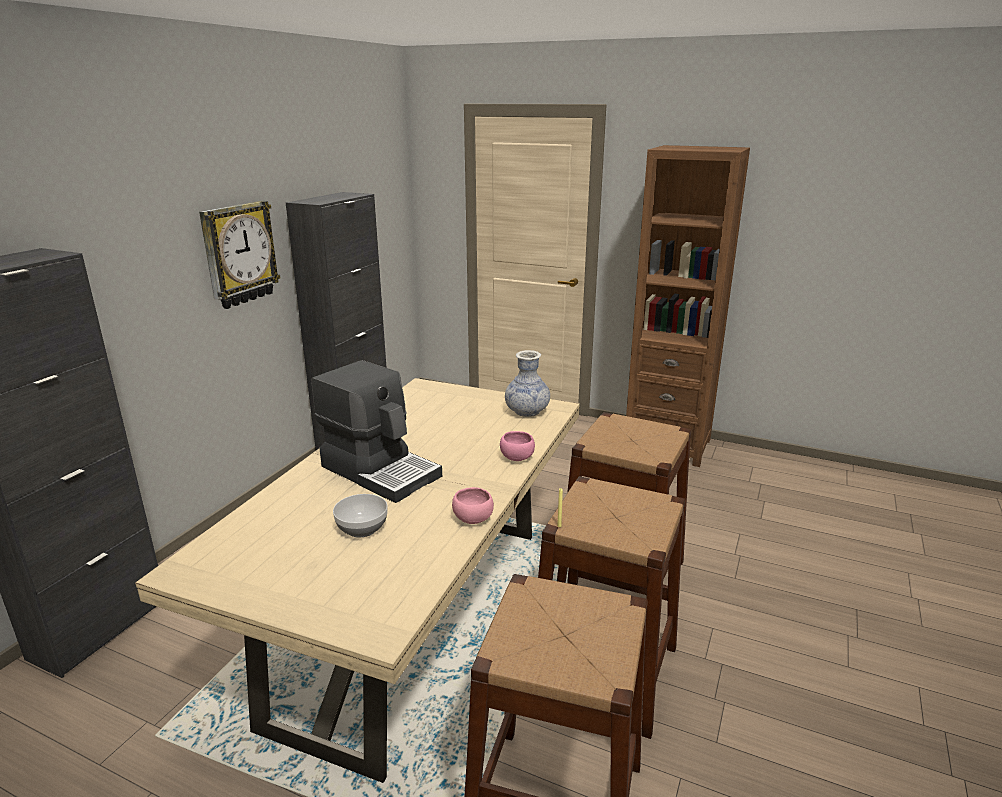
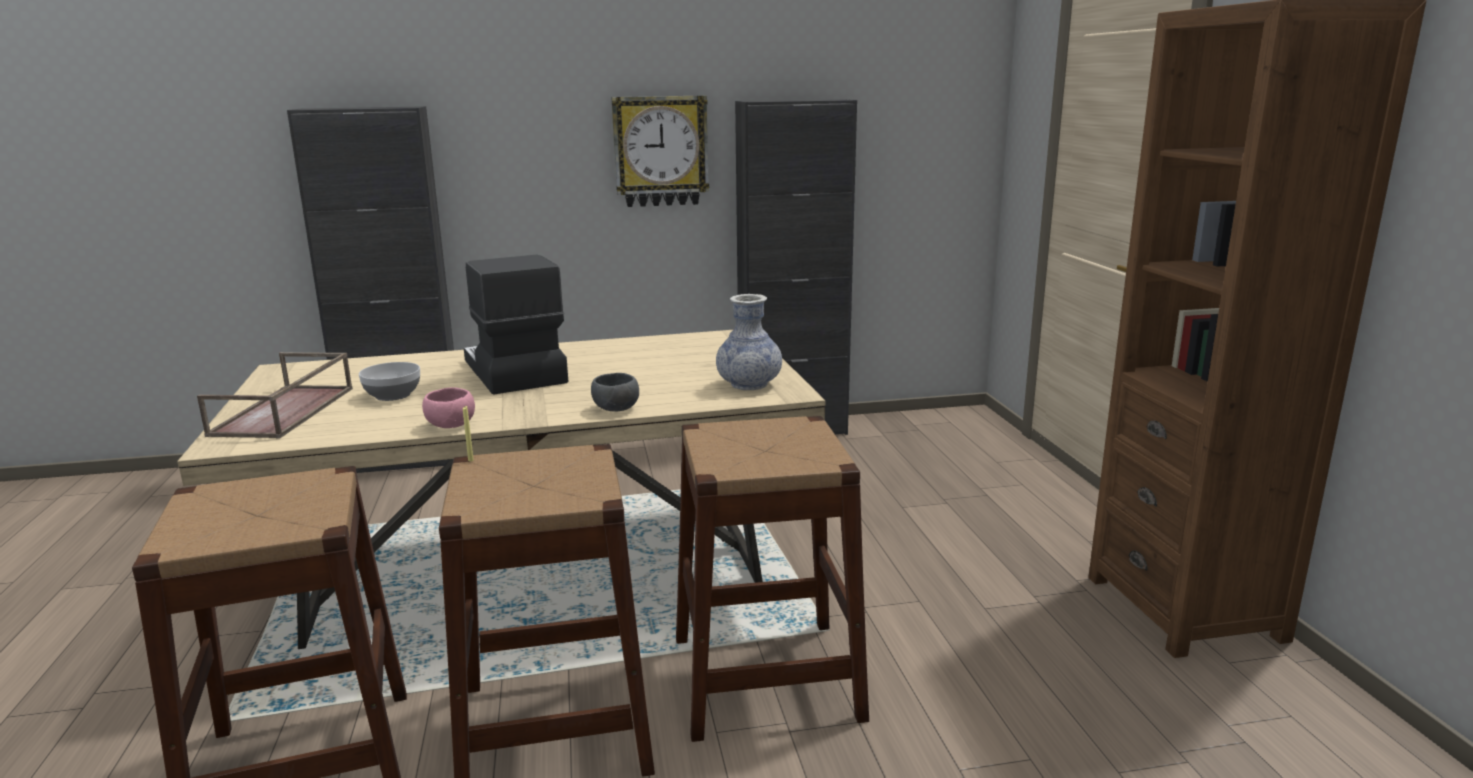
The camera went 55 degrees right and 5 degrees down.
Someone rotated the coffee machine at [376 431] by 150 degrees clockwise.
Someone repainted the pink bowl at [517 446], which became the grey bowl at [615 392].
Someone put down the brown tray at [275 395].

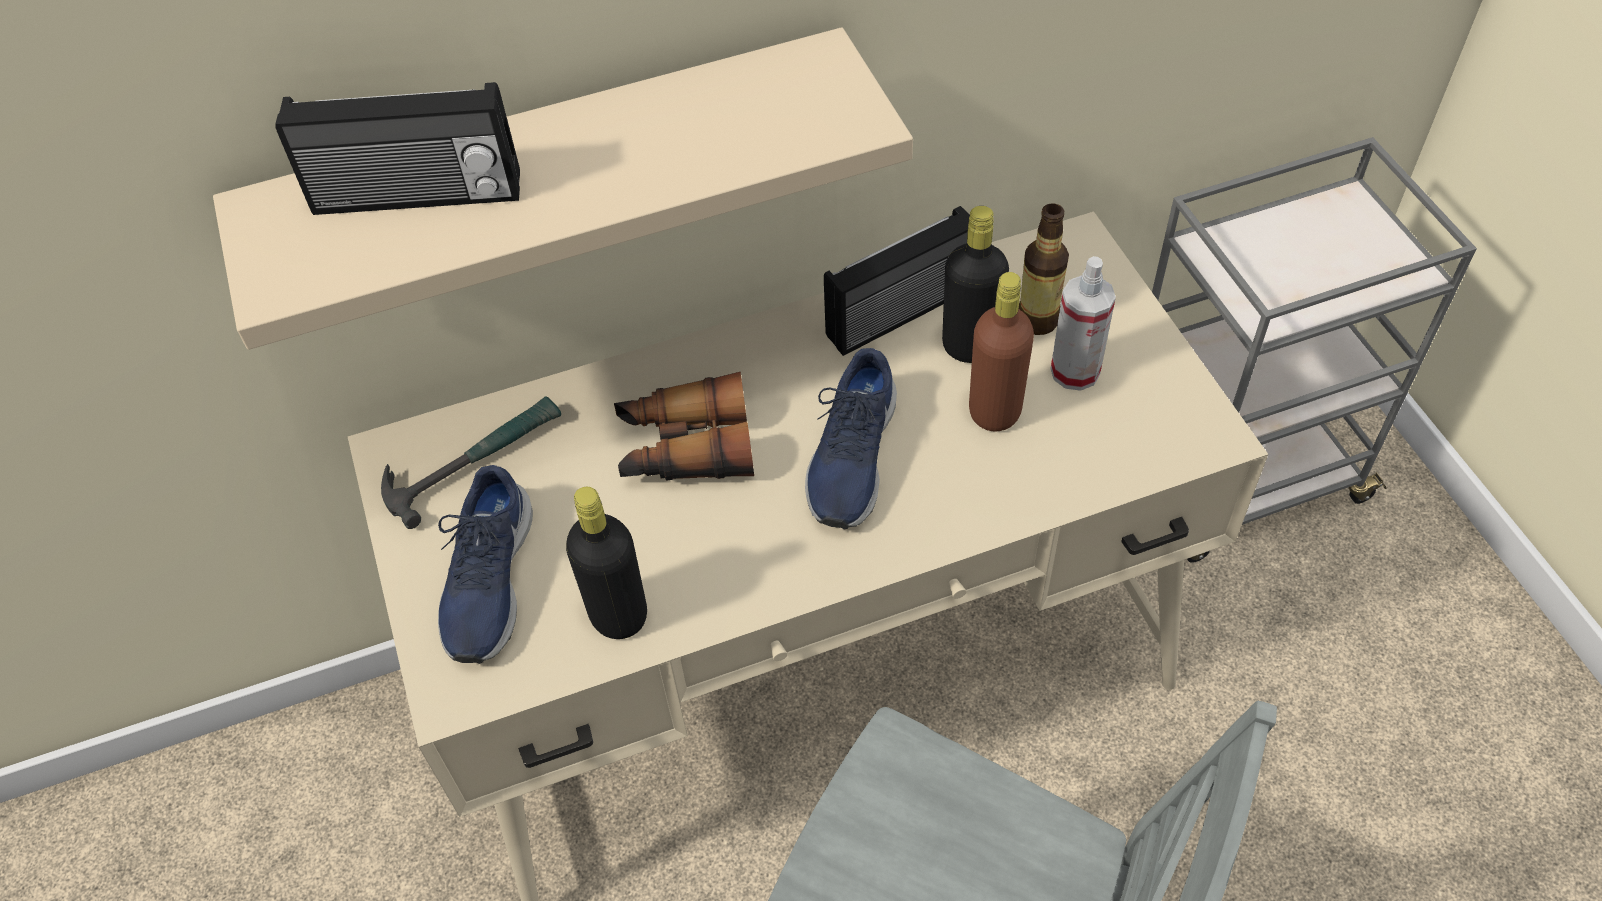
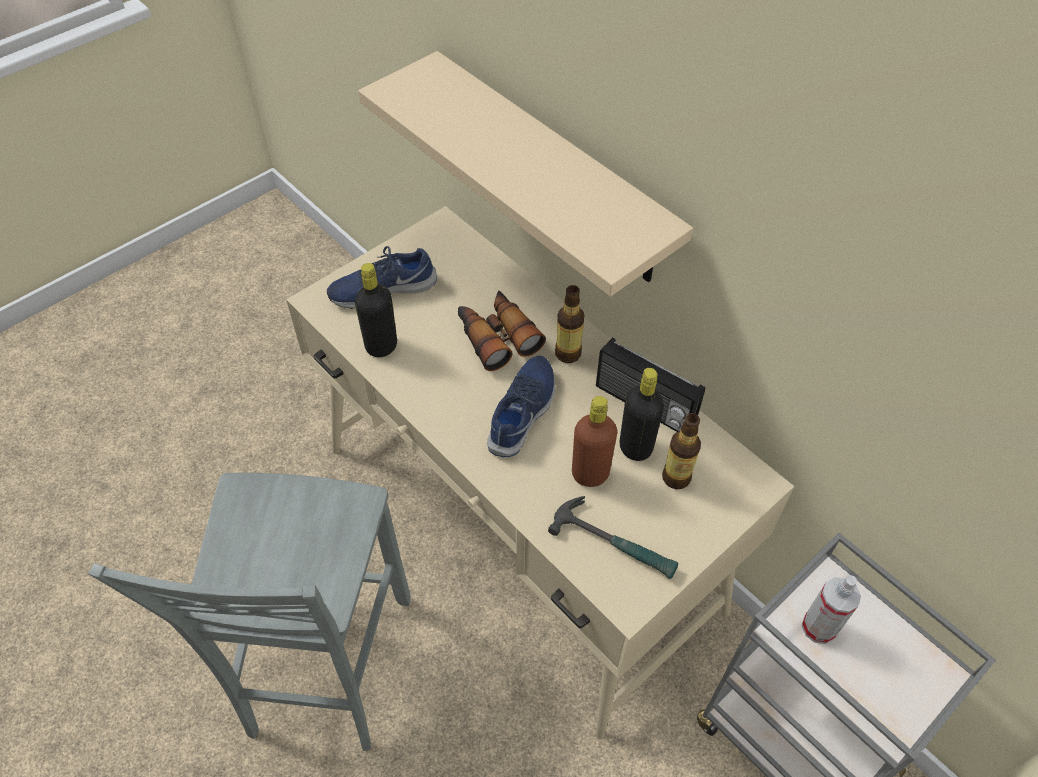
The camera went 65 degrees right and 0 degrees up.
Someone took away the radio at [397 148].
Someone carried the hammer from [471 462] to [613 537].
Someone rotated the blue shoe at [851 438] by 120 degrees clockwise.
Someone carried the spray bottle from [1083 323] to [831 609].
Someone put down the bottle at [570 324].

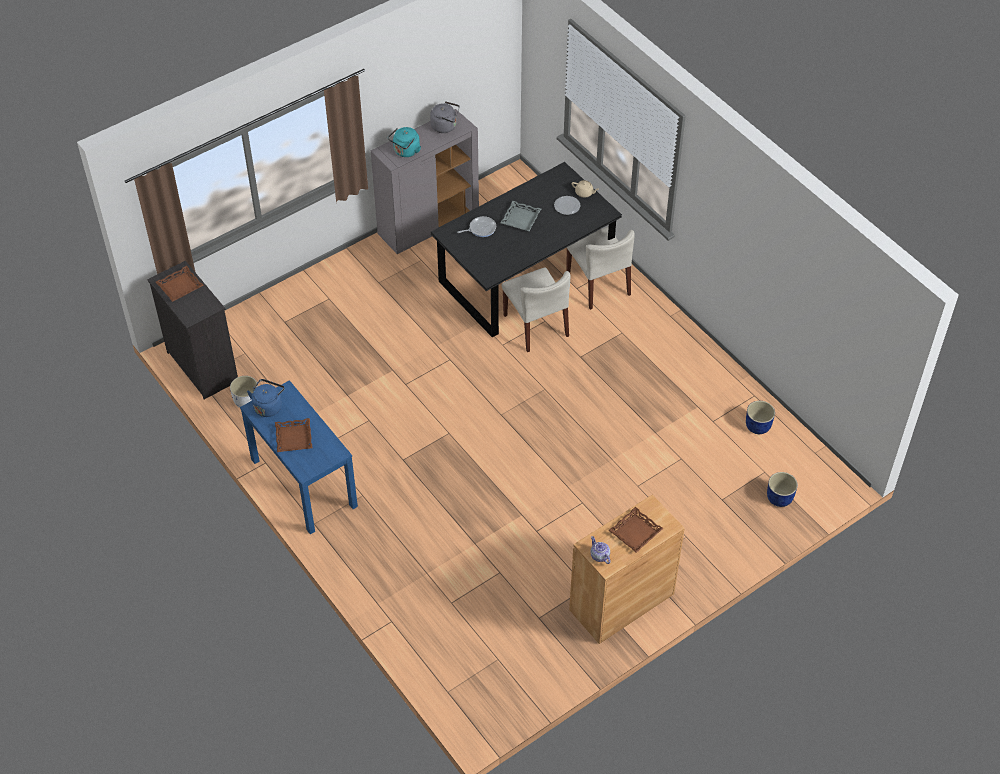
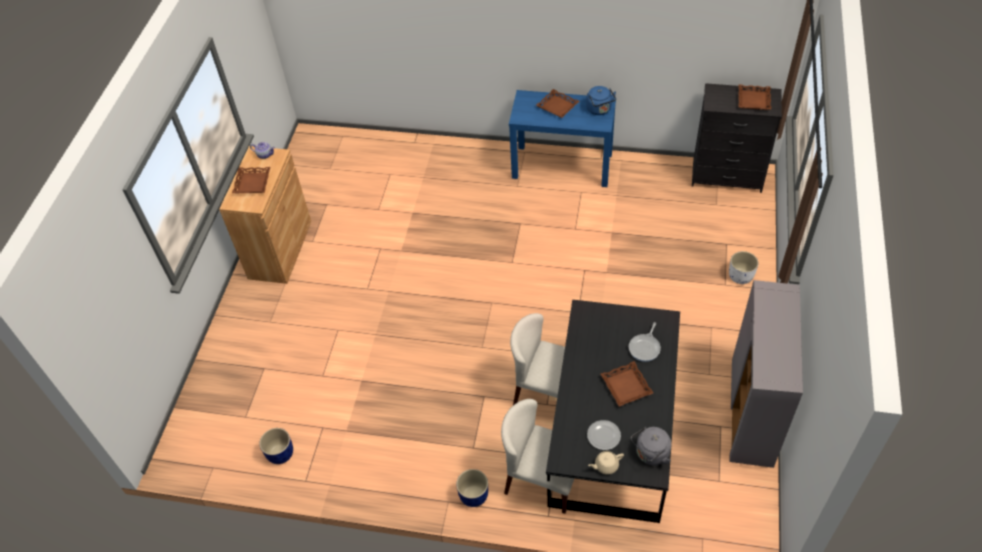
The camera went 140 degrees right and 0 degrees up.
Someone carried the white planter from [244 392] to [744 267].
Someone took away the turquoise kettle at [404 142].
Someone carried the grey kettle from [445 117] to [651 446].
Someone repainted the grey tray at [520 216], which became the brown tray at [627 384].
Someone carried the blue planter from [782 489] to [472 488].

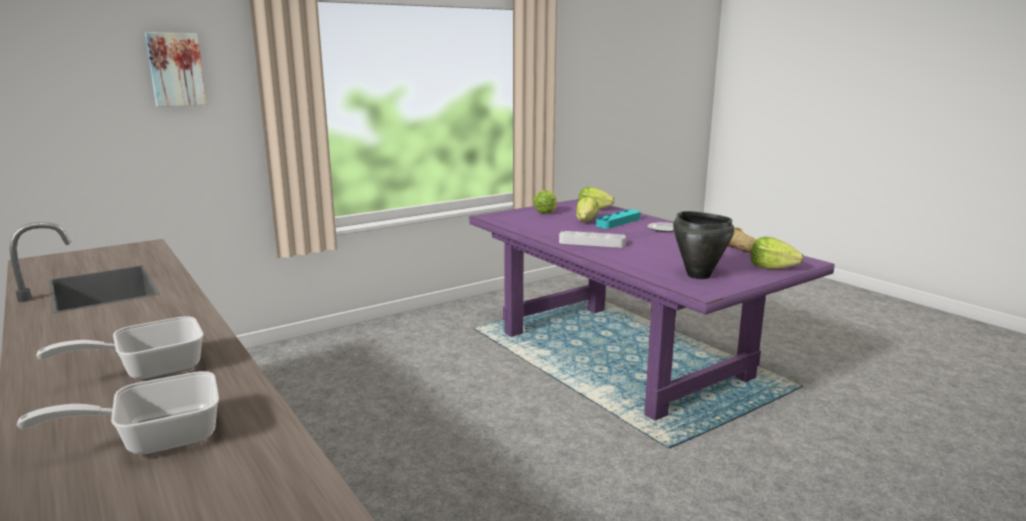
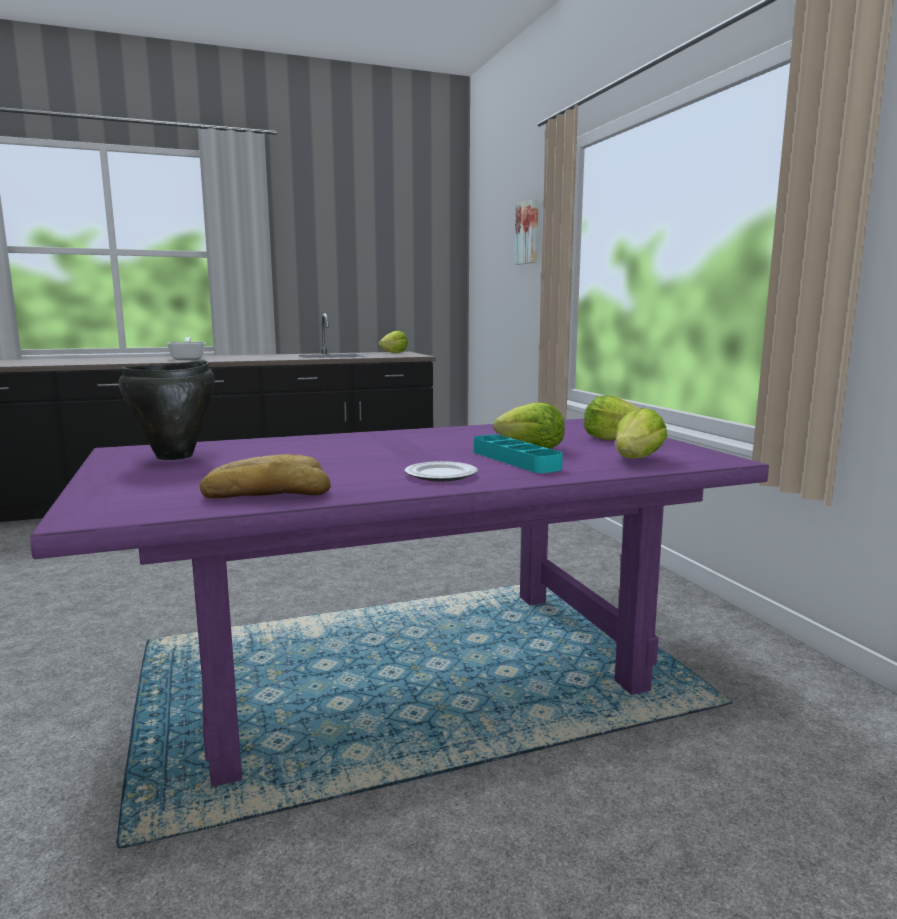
The camera went 105 degrees right and 5 degrees down.
Someone took away the frying pan at [118 413].
Someone took away the grey tray at [592 239].
Someone carried the lettuce from [777 253] to [393 342].

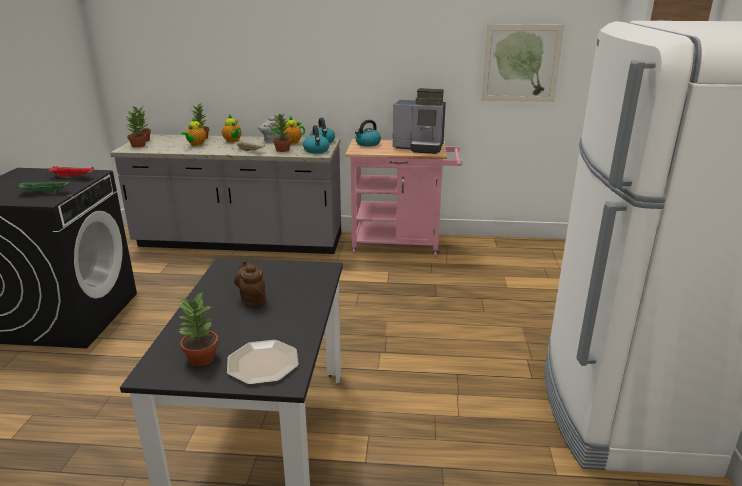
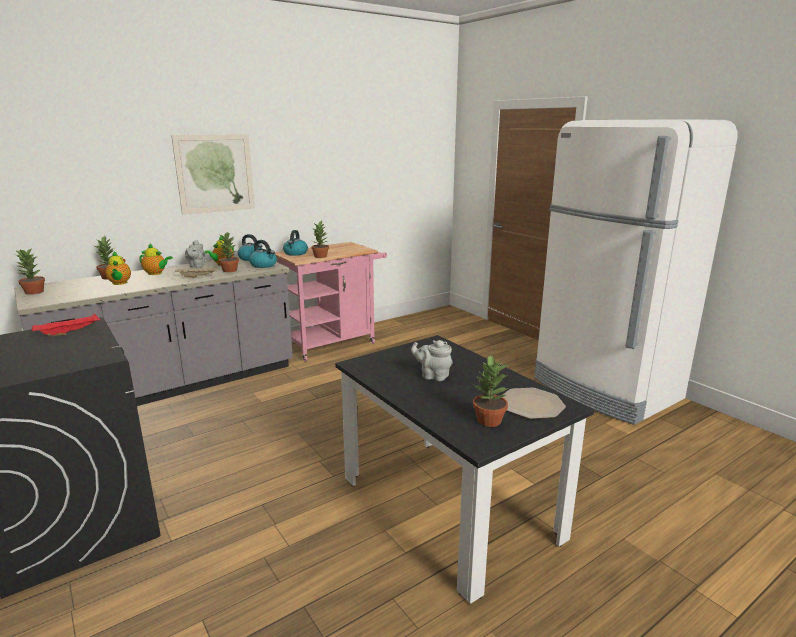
The camera went 40 degrees left and 5 degrees down.
Someone took away the green tray at [43 187].
Someone carried the potted plant from [136 129] to [320 239].
Someone repainted the brown teapot at [250 283], which became the grey teapot at [432 360].
Someone took away the coffee machine at [419 121].
Someone carried the picture from [522 63] to [213 174].

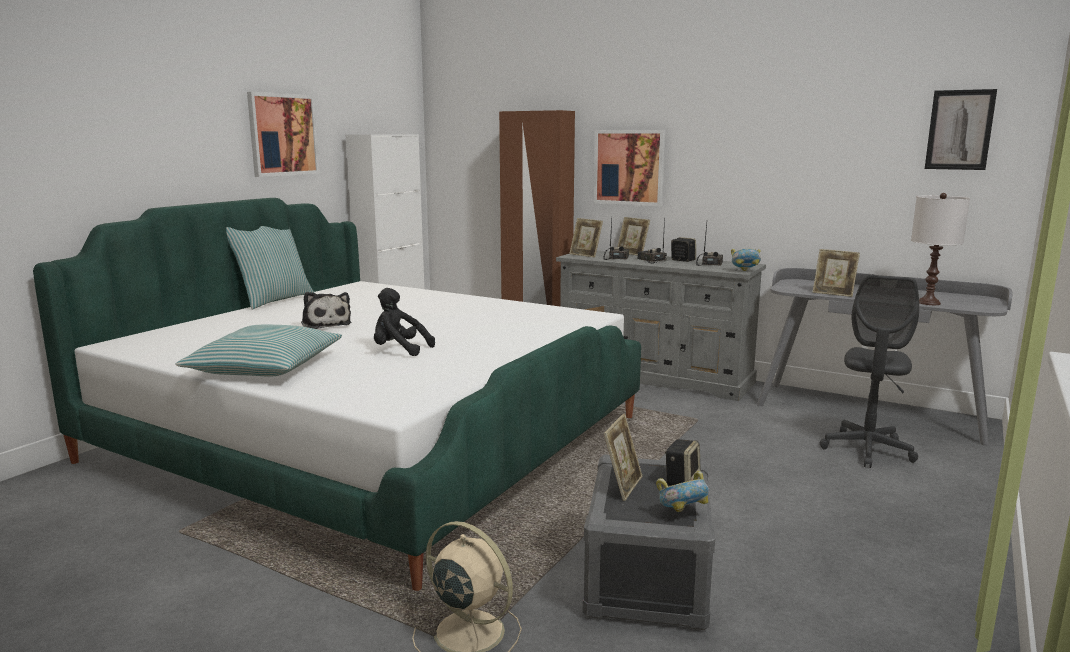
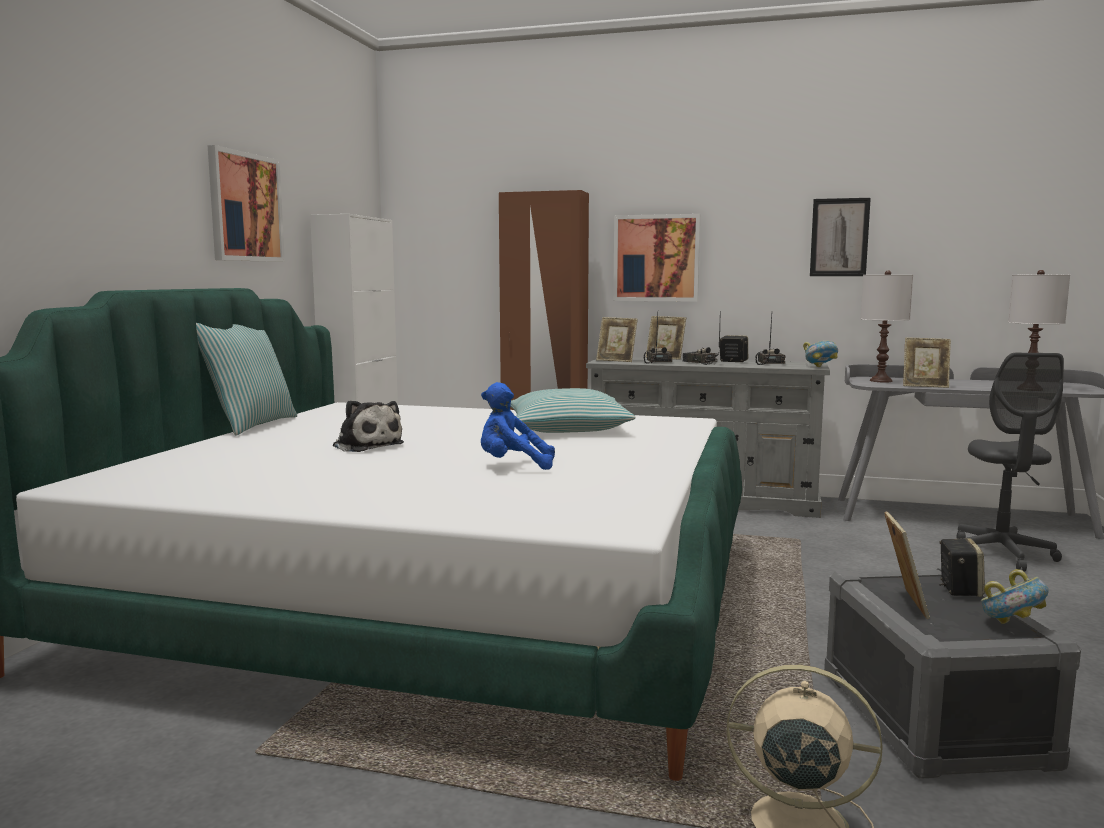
The camera went 15 degrees left and 5 degrees down.
Someone carried the pillow from [259 351] to [572 410].
Someone repainted the black plush toy at [404 322], which became the blue plush toy at [518 426].
Someone carried the picture from [961 129] to [840 237].
Someone put down the white table lamp at [886 326].

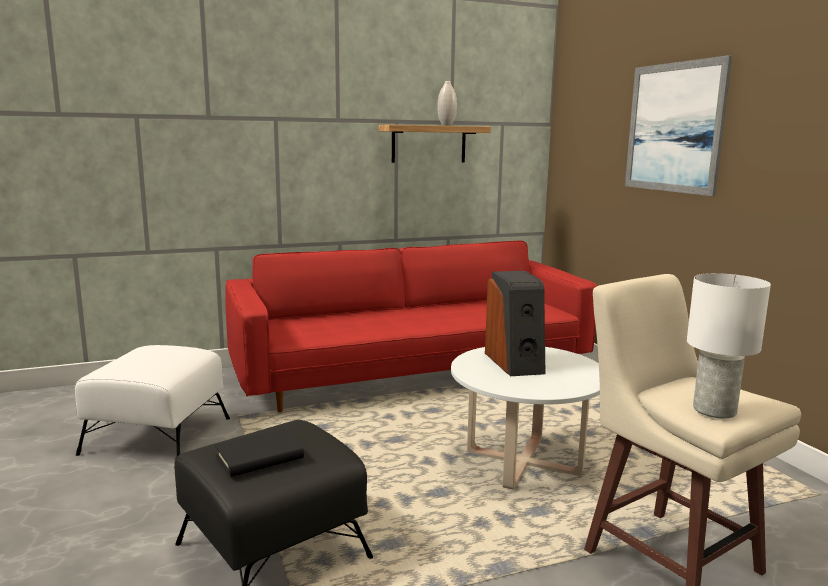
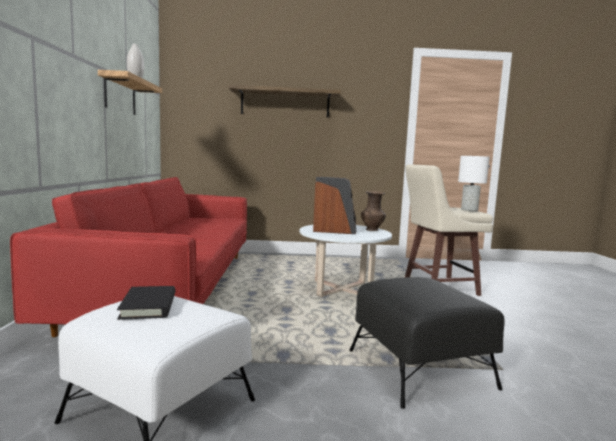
The camera went 70 degrees left and 5 degrees down.
Someone carried the black book from [259 453] to [146 303].
Someone swapped the picture at [678 125] for the shelf at [284 101].
Someone put down the brown vase at [373 211].

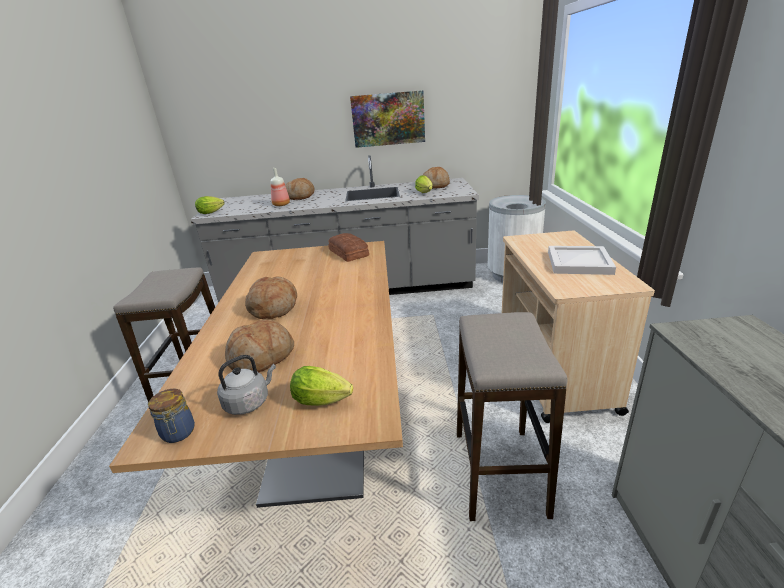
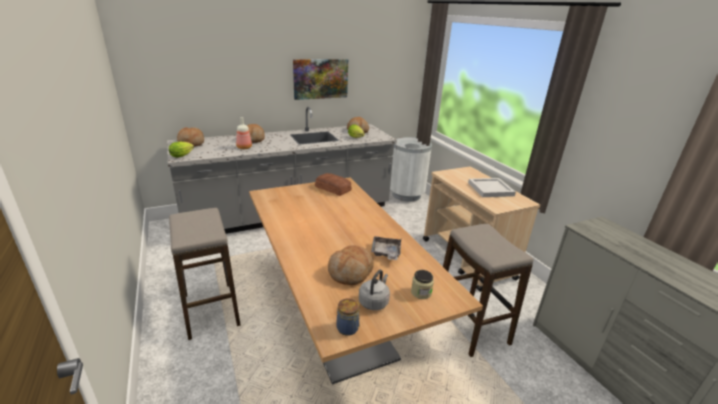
The camera went 25 degrees left and 0 degrees up.
Someone carried the bread from [271 297] to [190 137].
Someone swapped the lettuce at [321 386] for the jar at [422 284].
Someone put down the grey tray at [386 248].

